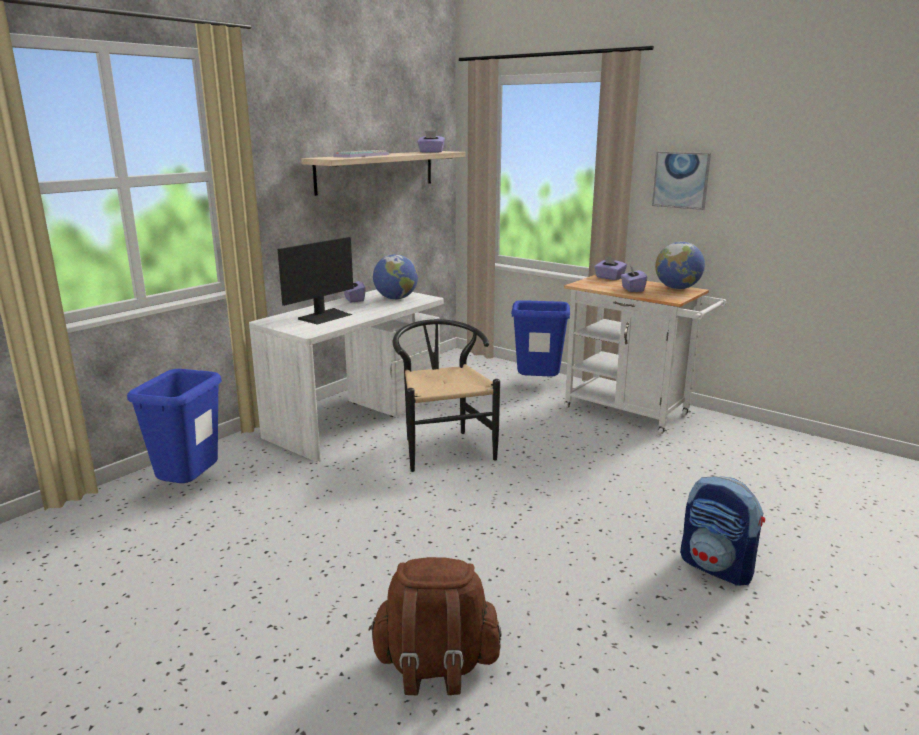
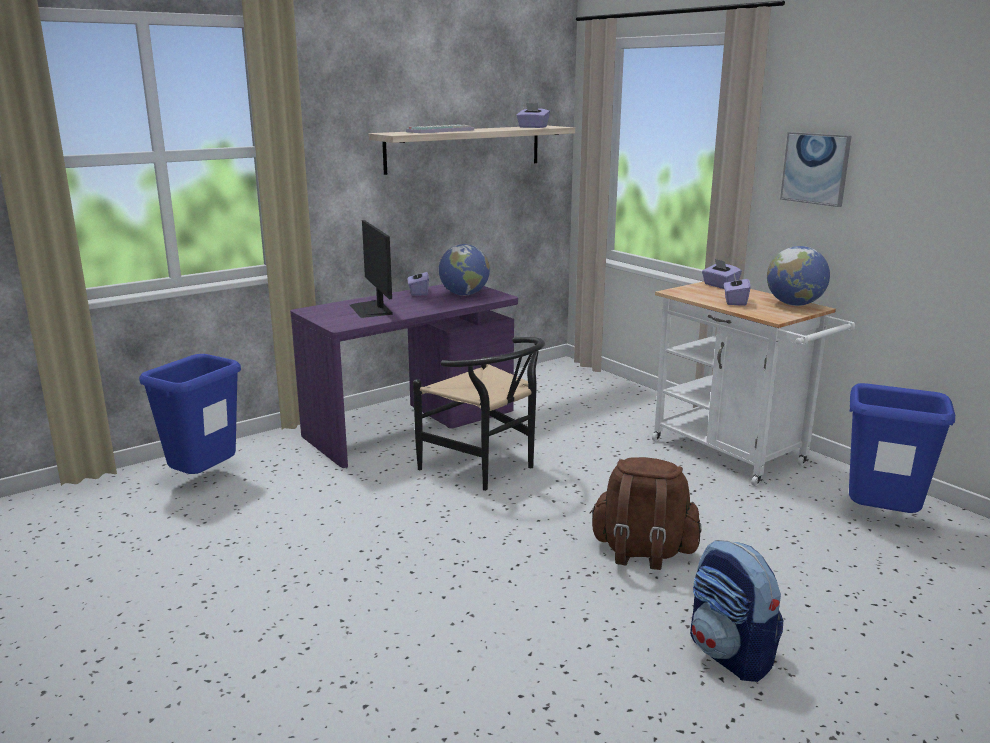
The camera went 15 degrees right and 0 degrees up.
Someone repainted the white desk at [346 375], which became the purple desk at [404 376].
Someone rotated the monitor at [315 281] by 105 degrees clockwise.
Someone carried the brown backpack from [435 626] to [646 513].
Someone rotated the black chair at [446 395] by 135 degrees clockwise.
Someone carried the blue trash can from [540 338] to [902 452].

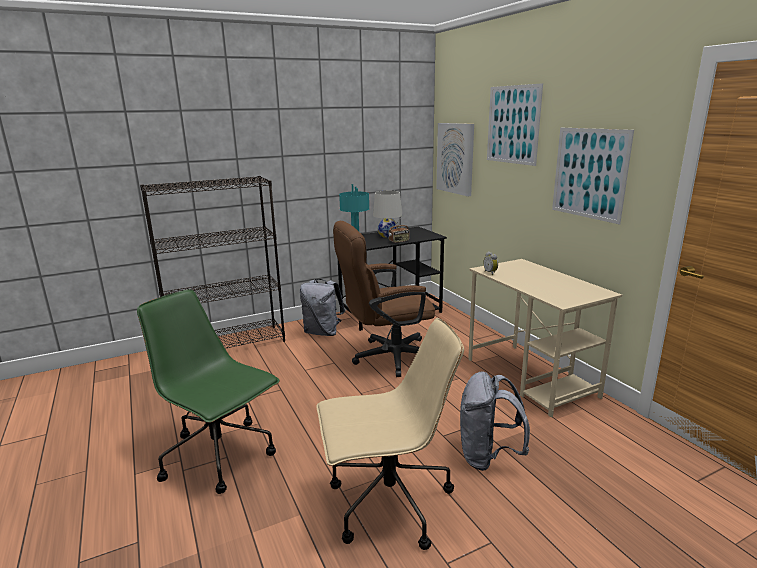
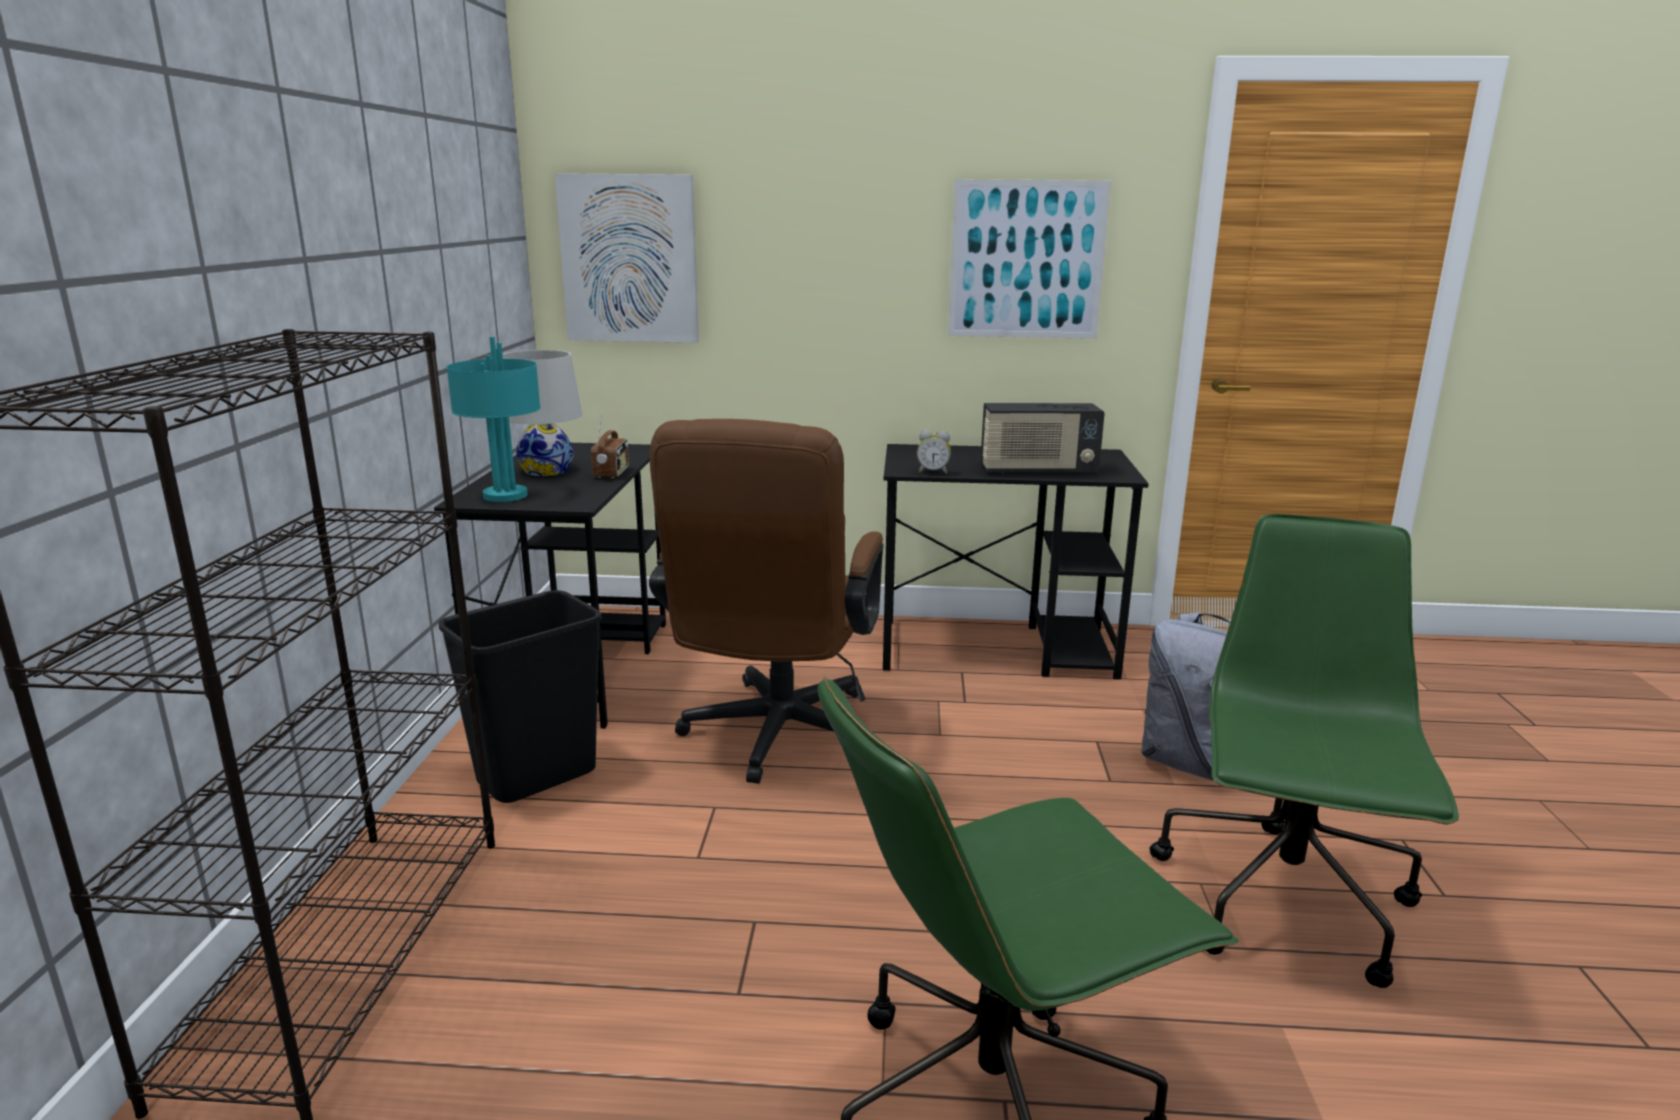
The camera went 60 degrees left and 0 degrees up.
Someone swapped the grey backpack at [322 307] for the black trash can at [520 696].
Someone repainted the beige office chair at [390 434], which became the green office chair at [1304 751].
Someone repainted the beige desk at [545 338], which became the black desk at [1016 562].
Someone took away the picture at [515 124].
Someone put down the radio at [1042 438].

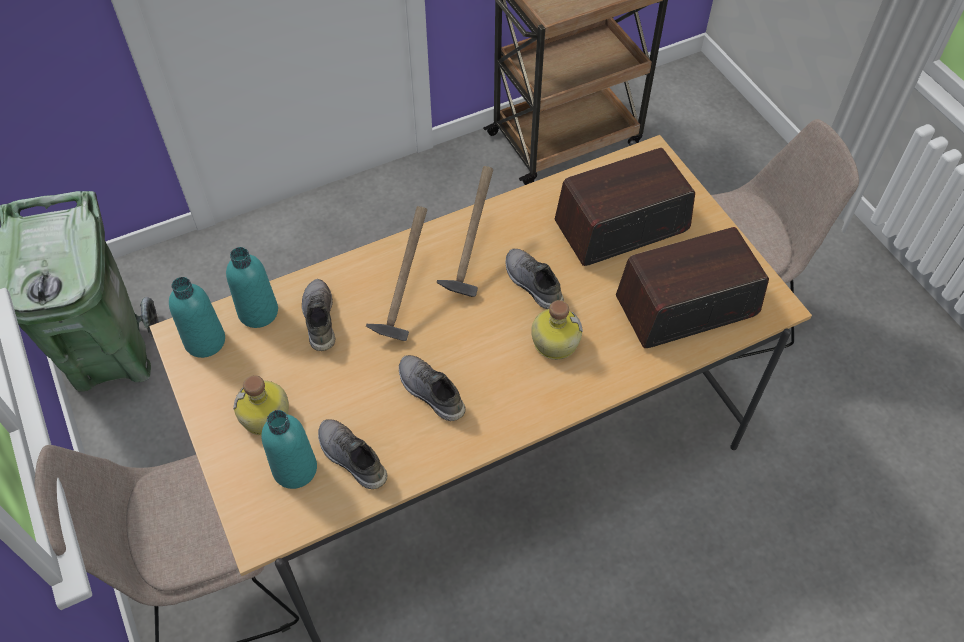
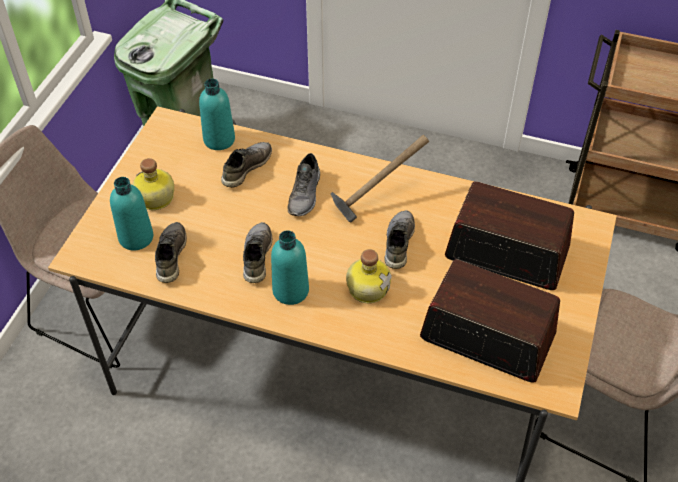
The camera went 45 degrees right and 5 degrees down.
Someone carried the turquoise bottle from [197 317] to [290 267].
Someone swapped the hammer at [396 273] for the grey shoe at [303 184].

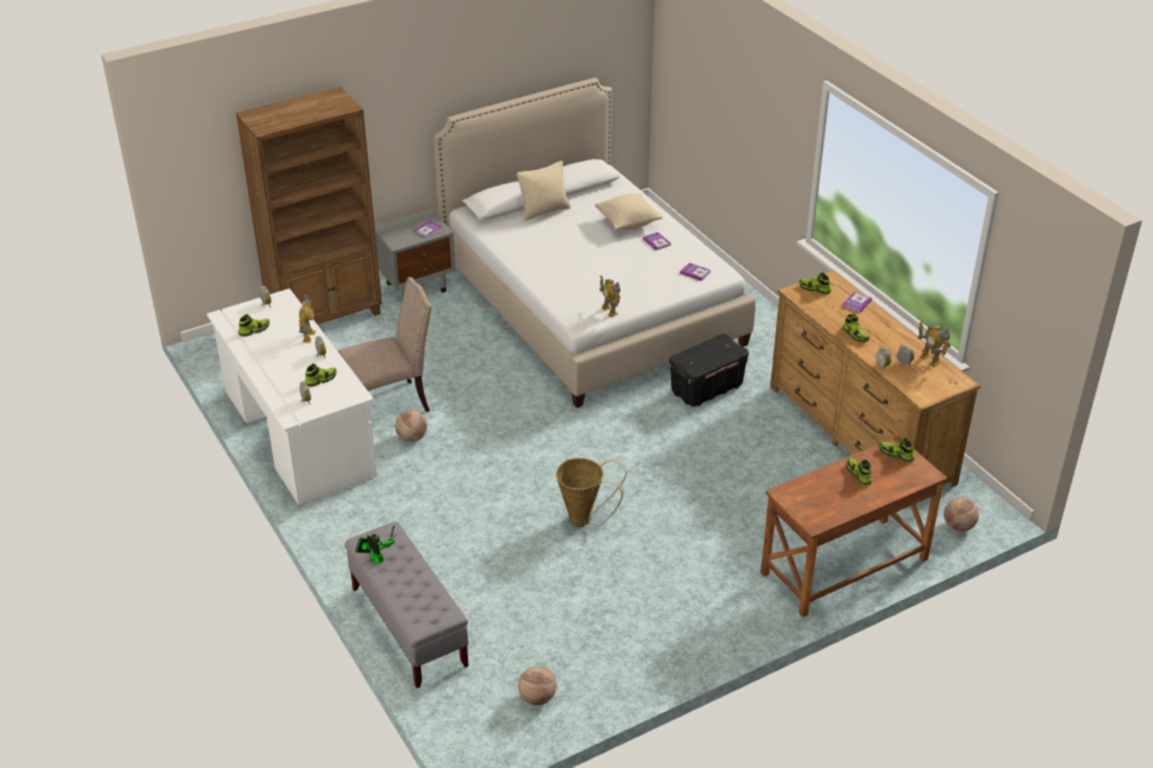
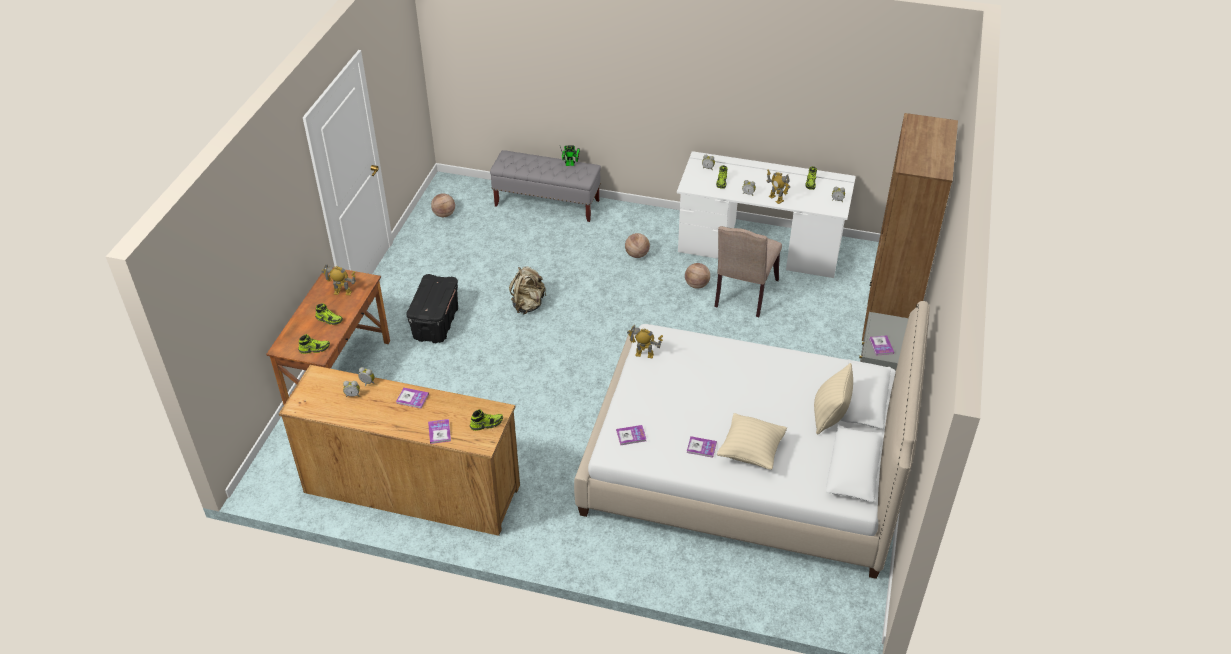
The camera went 135 degrees right and 5 degrees up.
Someone swapped the basket at [591 493] for the beige backpack at [527 290].
Someone carried the black storage box from [709 370] to [432 308].
Someone swapped the shoe at [856 328] for the book at [412 398].
Someone carried the toy robot from [934 344] to [338 279].
Someone carried the basketball from [961 514] to [637 245].

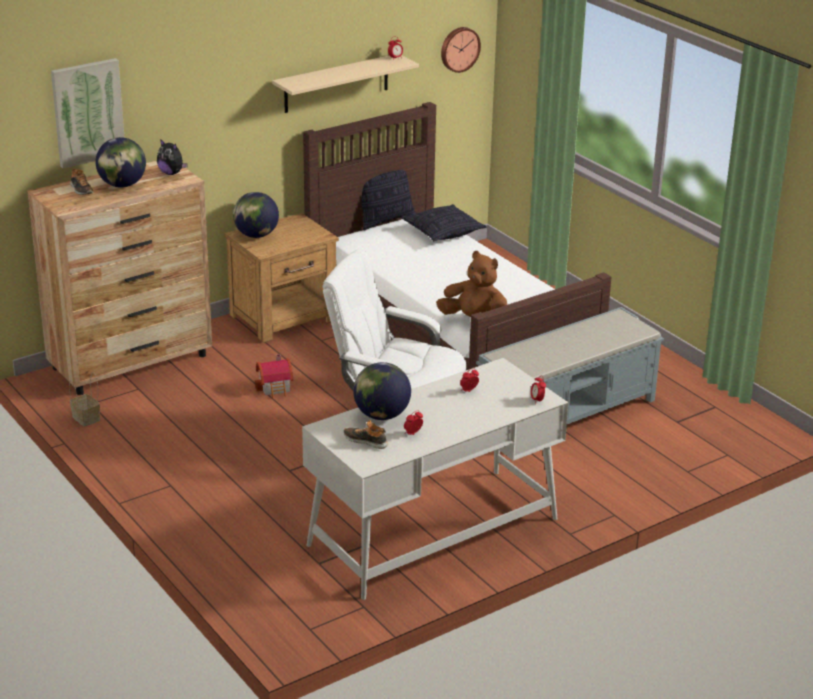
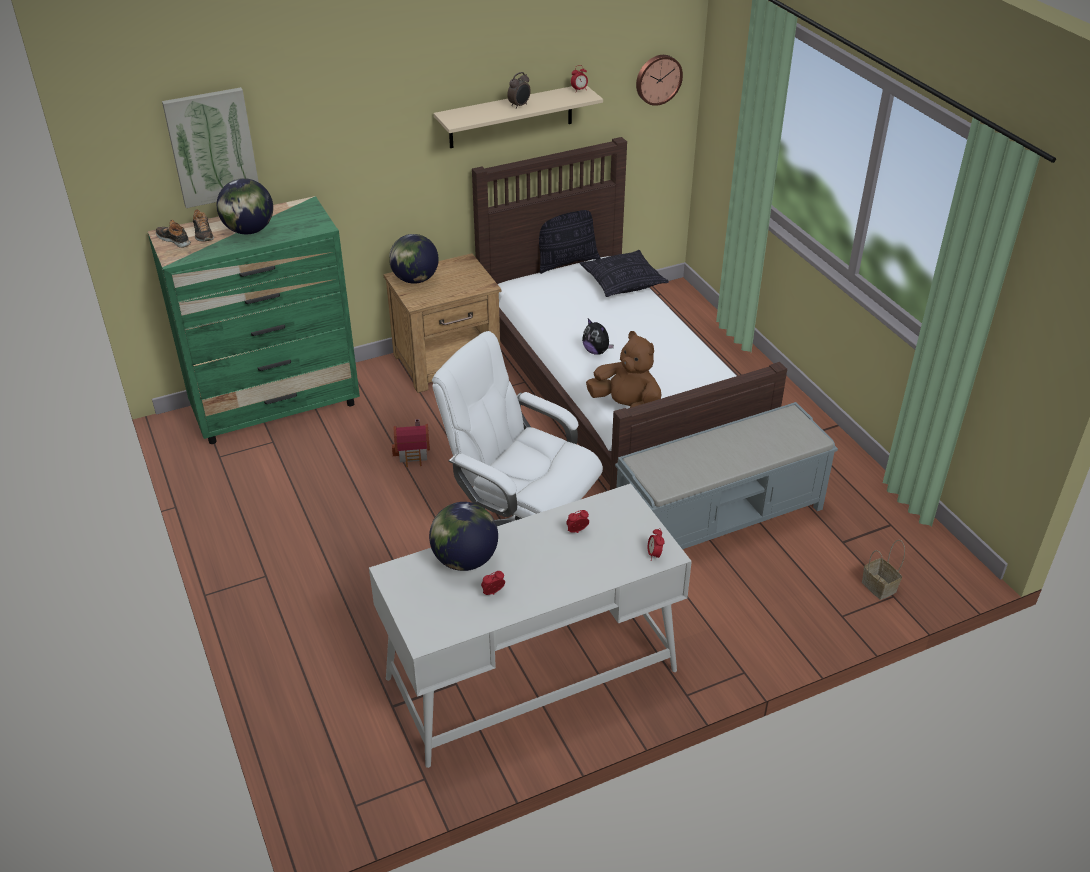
The camera went 10 degrees right and 10 degrees up.
Someone repainted the brown dresser at [120 278], which became the green dresser at [253 320].
Someone carried the basket from [84 399] to [883 570].
Someone carried the plush toy from [172 157] to [598 336].
Someone carried the shoe from [365 434] to [173 234].
Someone put down the alarm clock at [519 90].

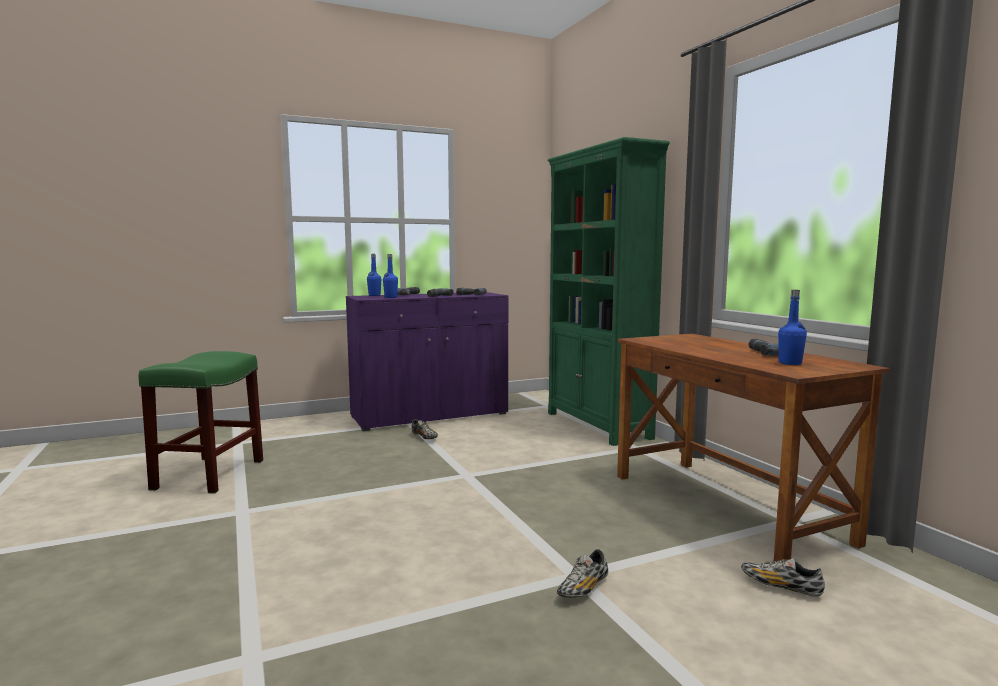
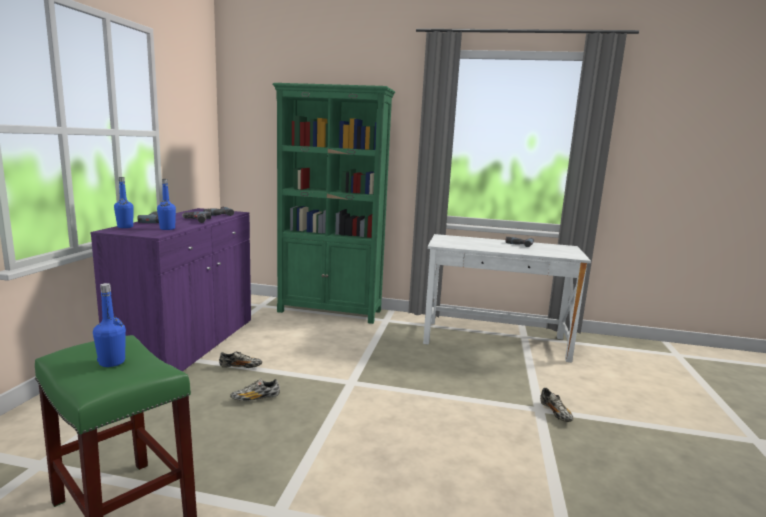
The camera went 55 degrees left and 5 degrees up.
Someone repainted the brown desk at [753 447], which became the white desk at [507 298].
Someone carried the shoe from [783 577] to [255 390].
Someone carried the blue bottle from [792 327] to [109 325].

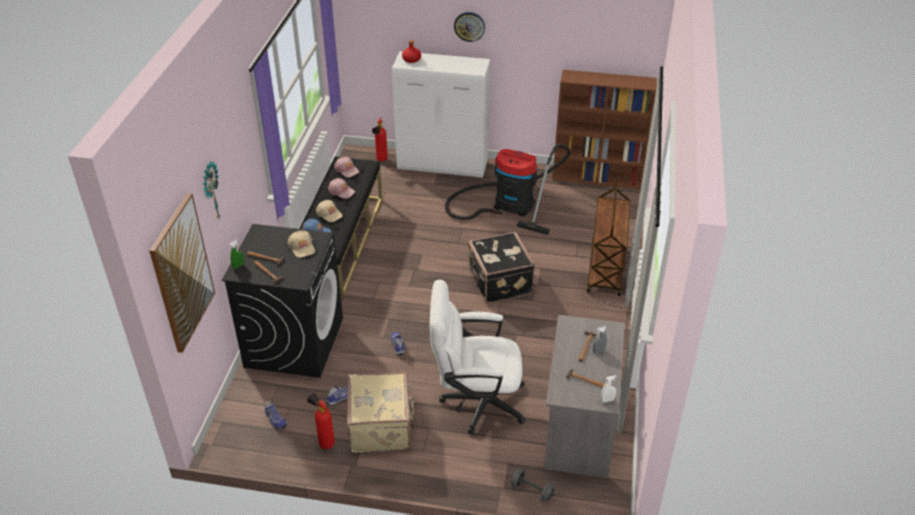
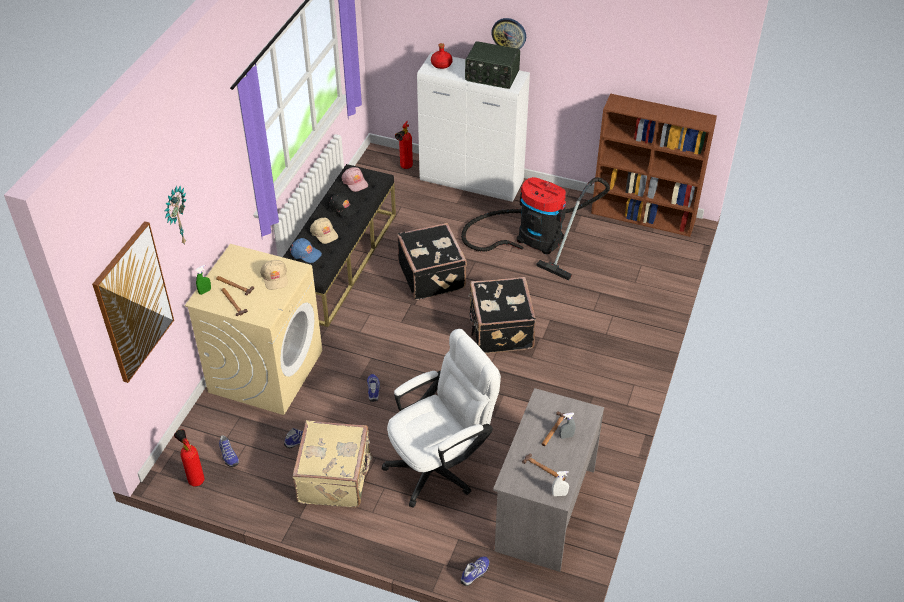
The camera went 10 degrees right and 5 degrees up.
Someone repainted the black washing machine at [282 301], which became the beige washing machine at [253 329].
Someone carried the fire extinguisher from [321 421] to [189 458].
Someone repainted the pink cap at [341 188], which became the black cap at [343 205].
Someone rotated the white office chair at [478 357] by 135 degrees clockwise.
Someone swapped the grey dumbbell at [533 485] for the shoe at [475 571].
Someone took away the brown cart at [609 237].
Someone put down the black suitcase at [432 261].
Someone put down the radio at [492 65].

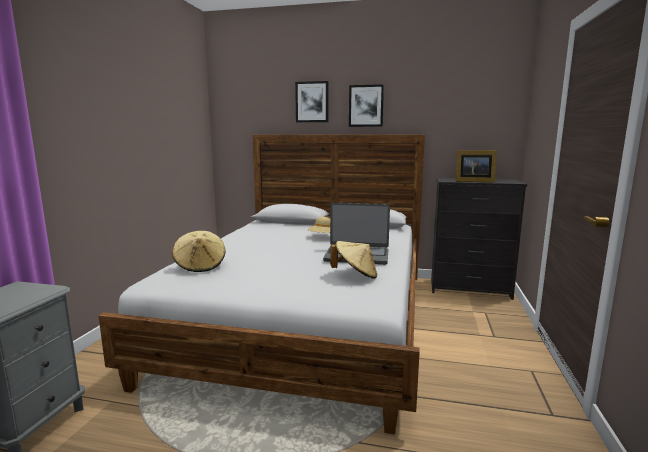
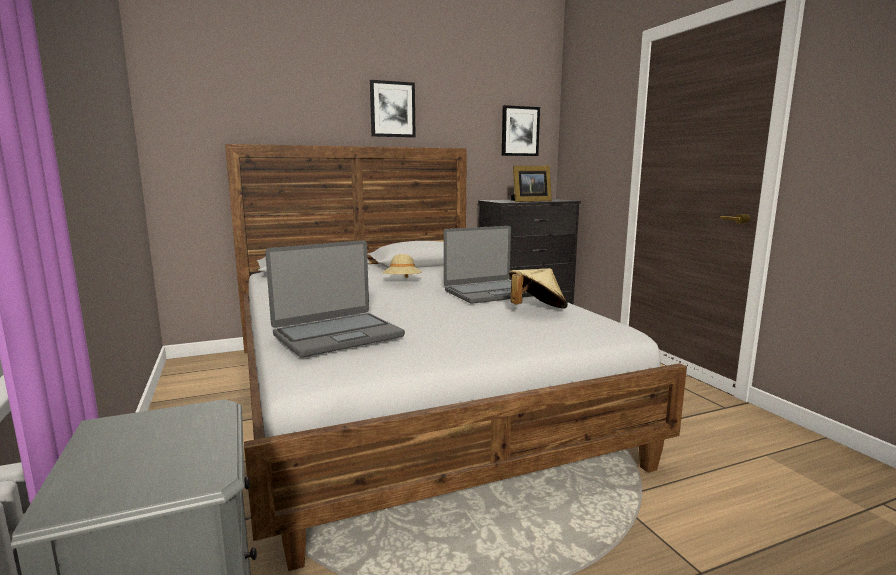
The camera went 35 degrees left and 0 degrees up.
Someone swapped the beige hat at [198 251] for the laptop at [335 298].
Someone carried the picture from [312 101] to [521 130].

